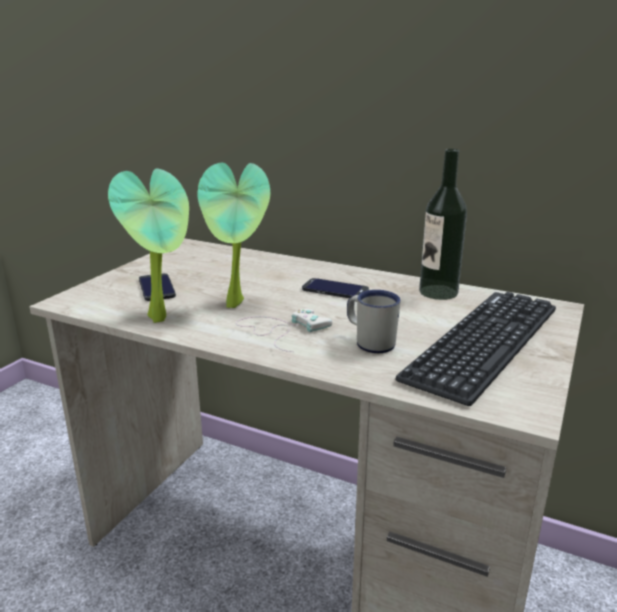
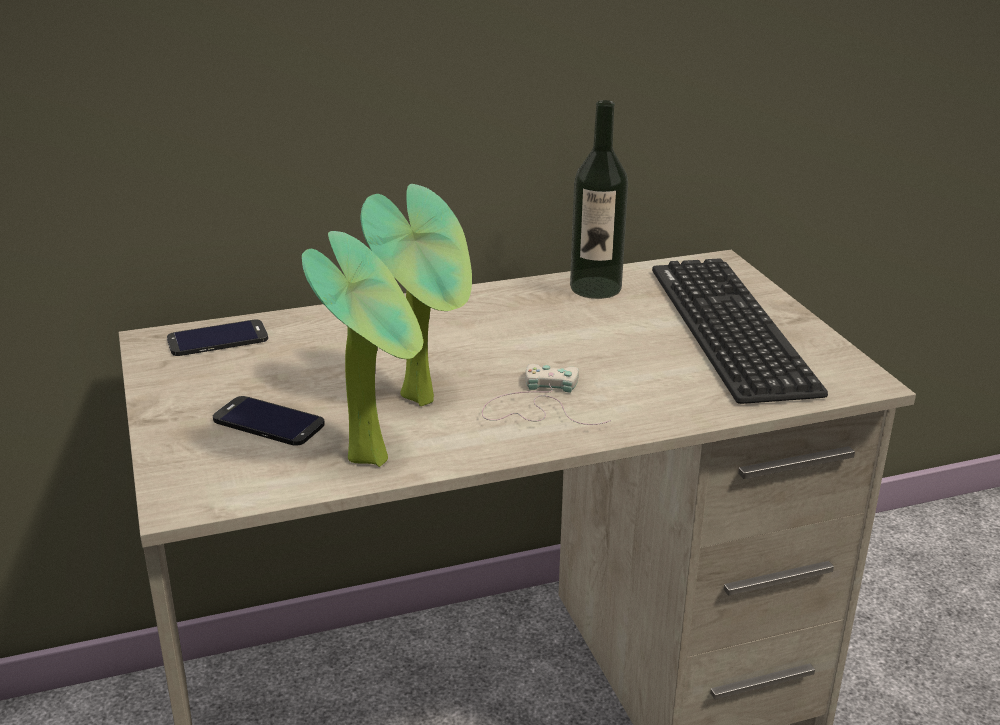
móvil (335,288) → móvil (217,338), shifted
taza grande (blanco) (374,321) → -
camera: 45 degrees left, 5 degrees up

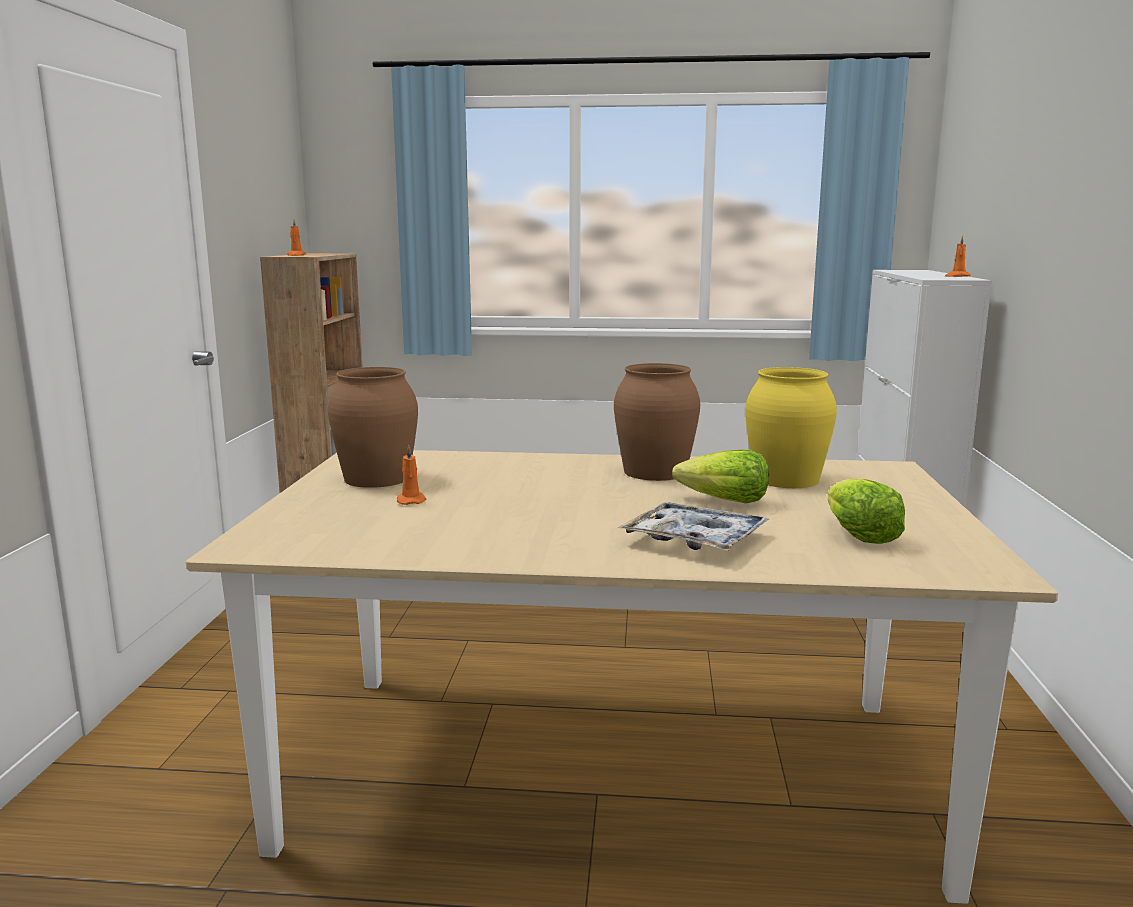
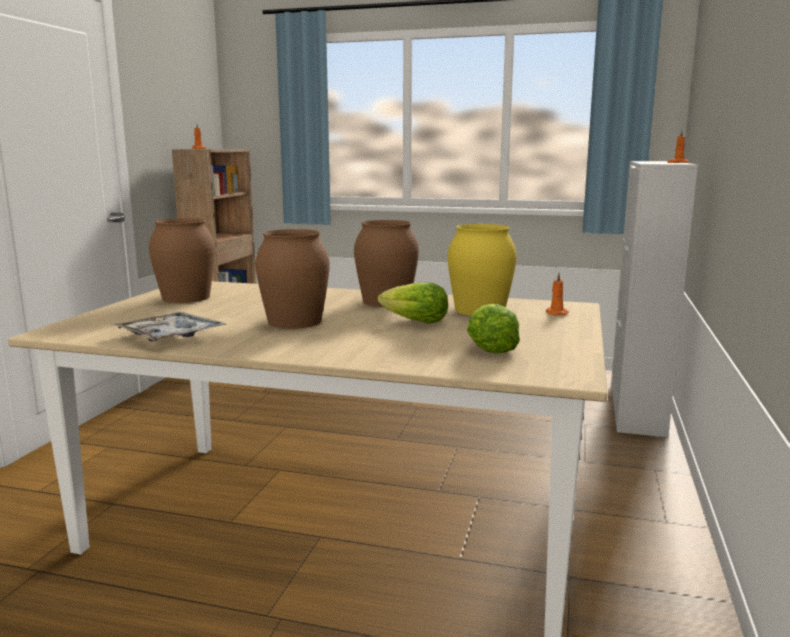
bandeja (693,526) → bandeja (170,326), shifted
- → florero (marrón) (292,279)
vela (naranja) (412,475) → vela (naranja) (557,294), shifted
camera: 10 degrees right, 0 degrees up

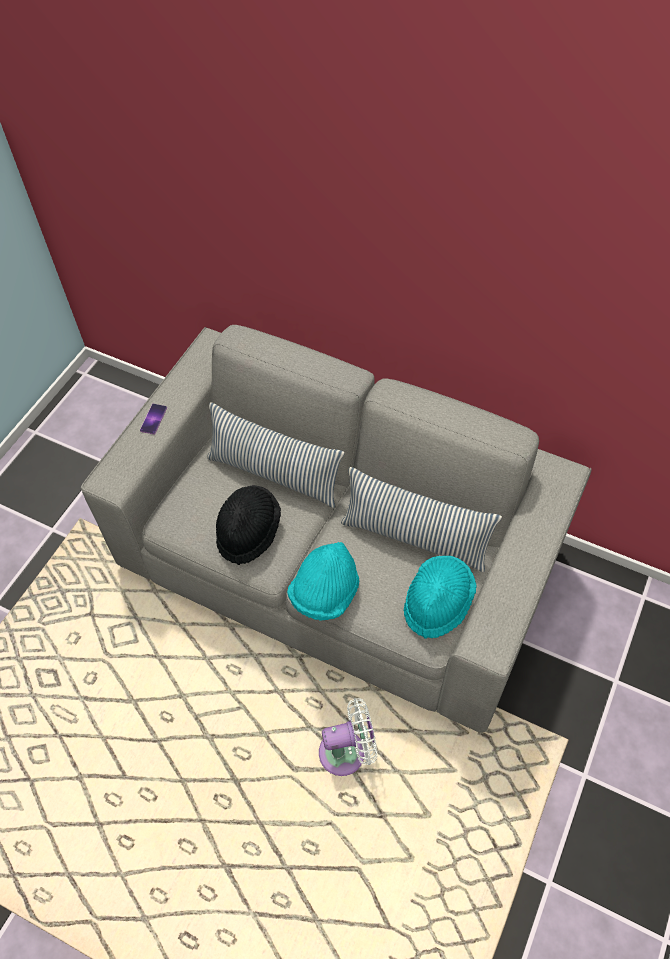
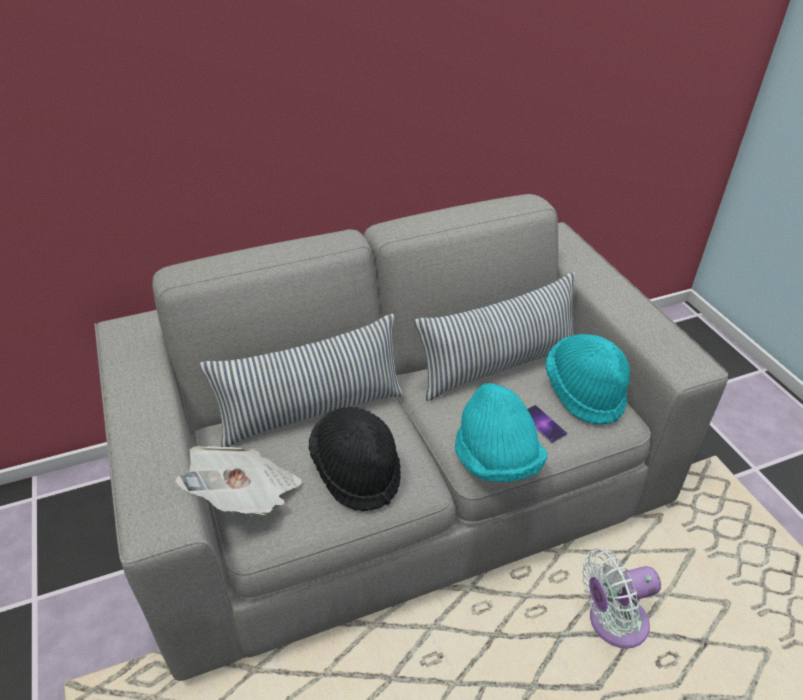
- → periódico (238,480)
móvil (153,419) → móvil (547,424), shifted
ventilador (blanco) (348,737) → ventilador (blanco) (621,598), 135 degrees counterclockwise
camera: 50 degrees left, 15 degrees down

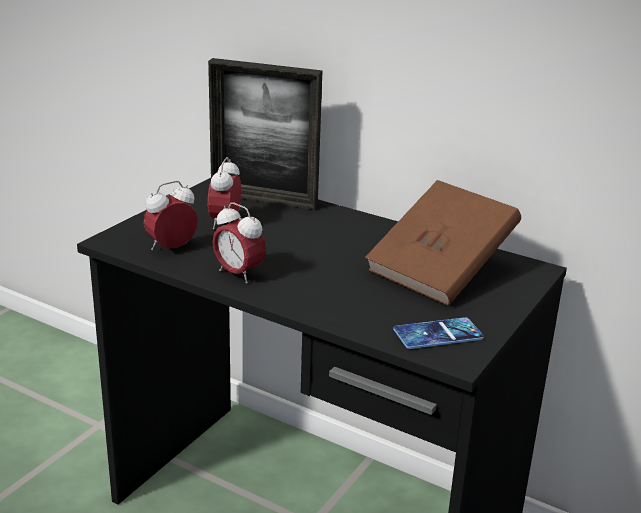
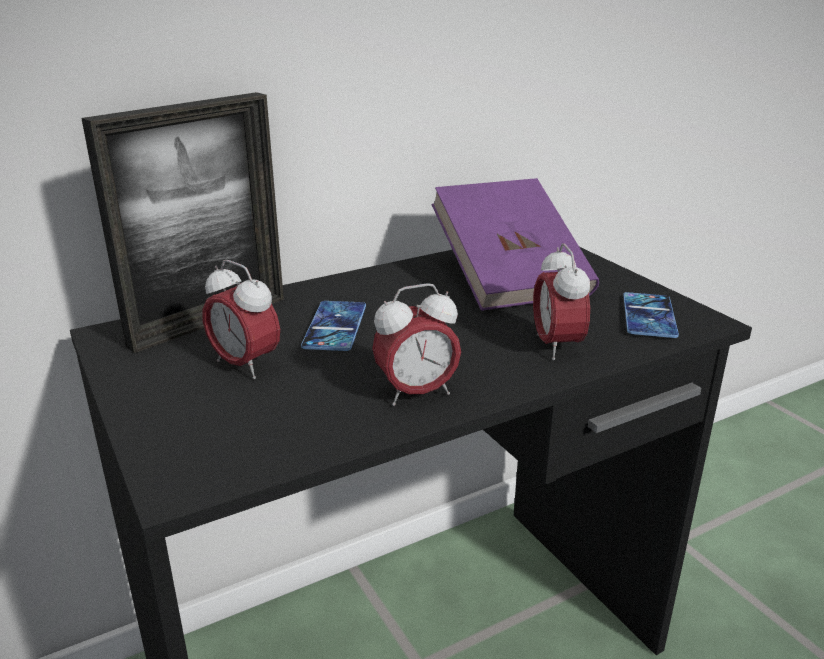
- → móvil (333,326)
libro (marrón) (443,243) → libro (morado) (515,244)
despertador (171,215) → despertador (561,301), shifted
camera: 60 degrees left, 0 degrees up

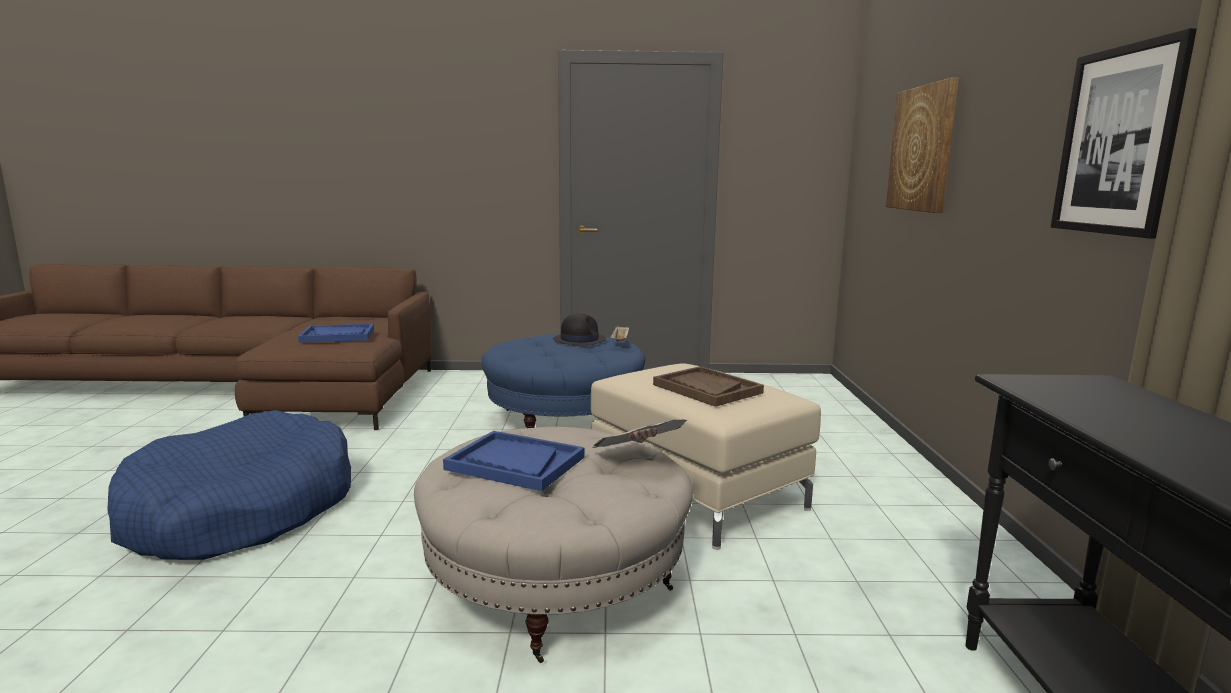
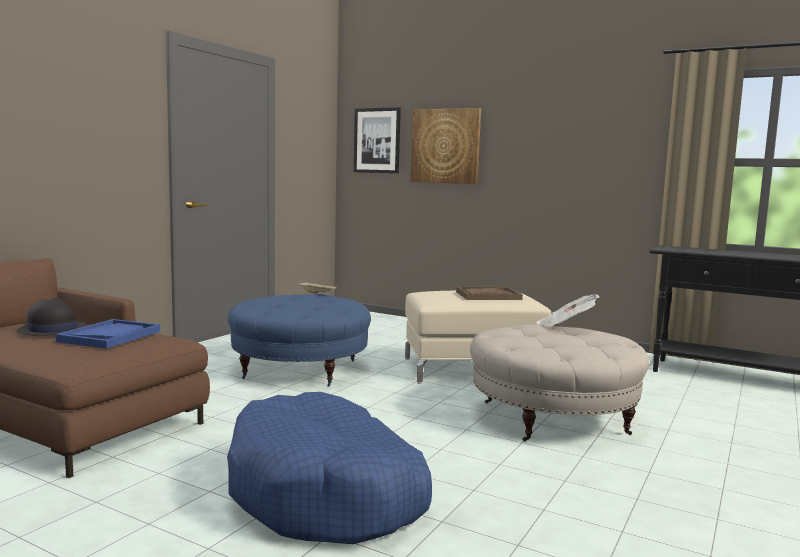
sombrero (negro) (579,330) → sombrero (negro) (52,317), shifted
cuadro (1124,133) → cuadro (377,140), shifted
bandeja (azul) (514,461) → -
camera: 60 degrees left, 5 degrees down

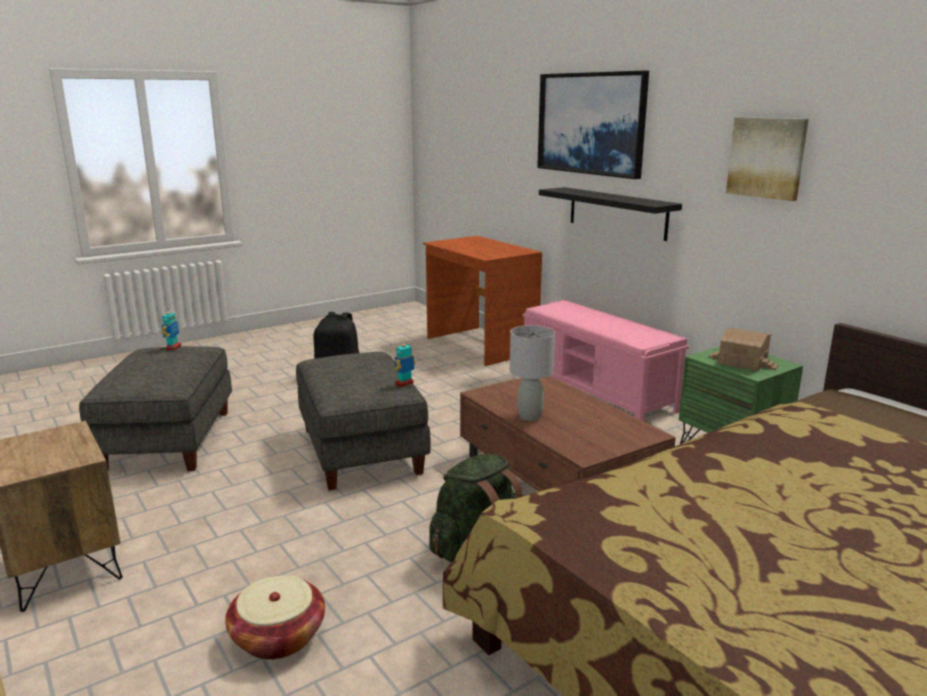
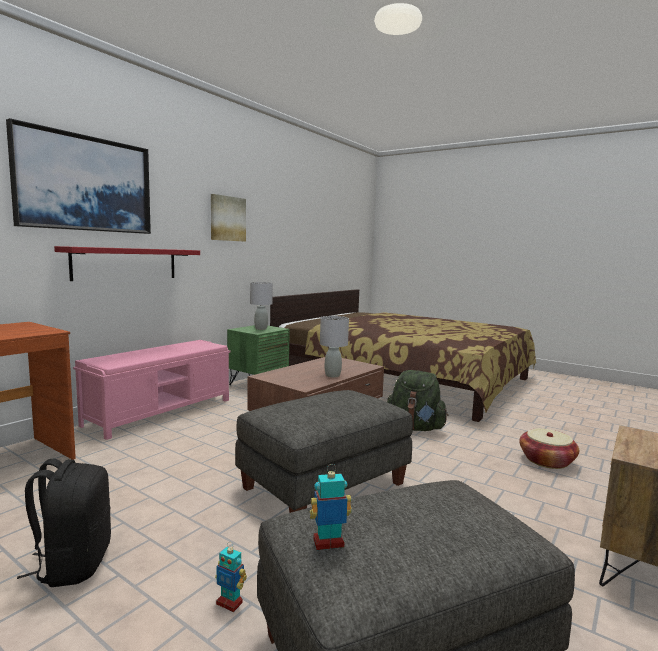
estante (negro) (610,214) → estante (rojo) (127,263)
robot de juguete (405,363) → robot de juguete (231,577), shifted
casita (743,349) → lámpara de mesa (gris) (261,306)
camera: 110 degrees left, 10 degrees down

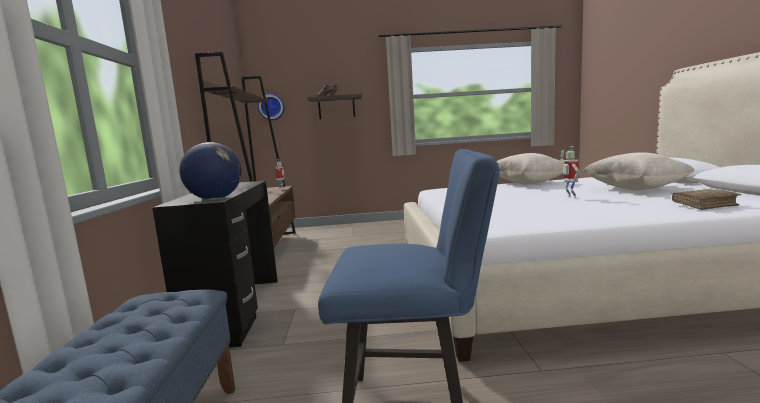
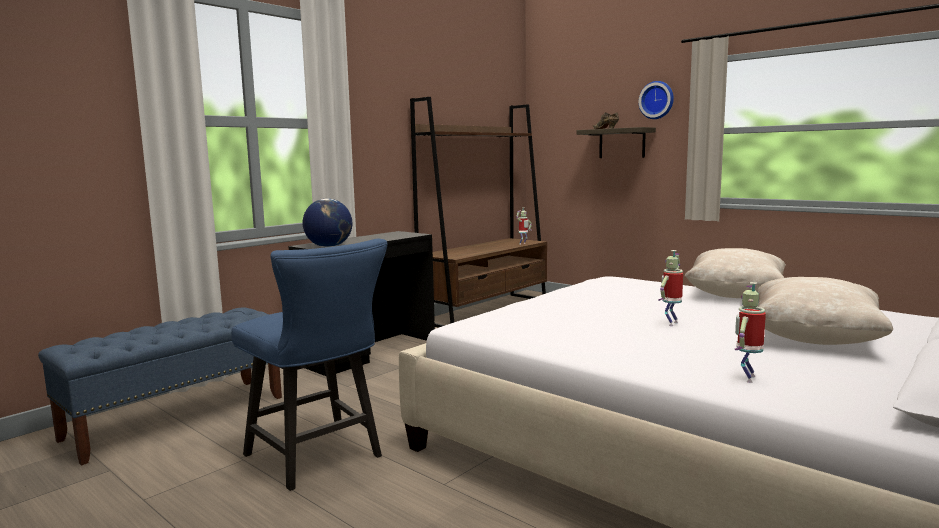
reloj de pared (271,107) → reloj de pared (656,100), shifted
libro (marrón) (706,199) → robot de juguete (750,332)
camera: 45 degrees right, 0 degrees up

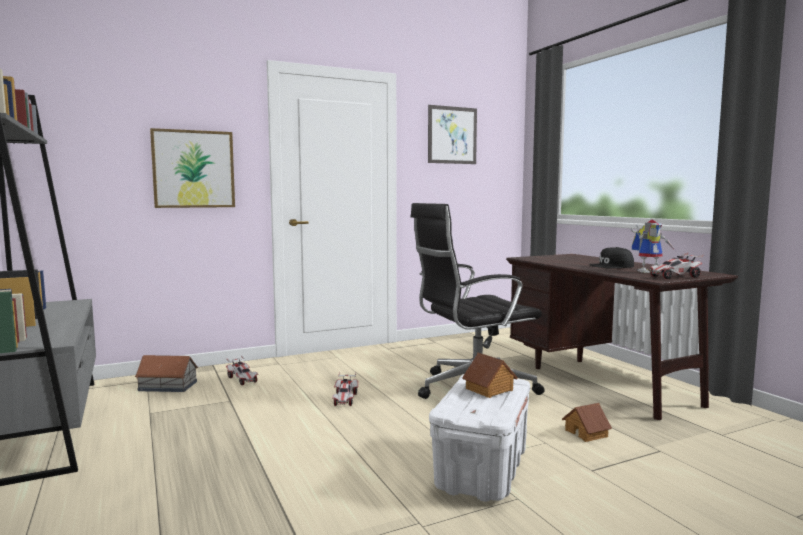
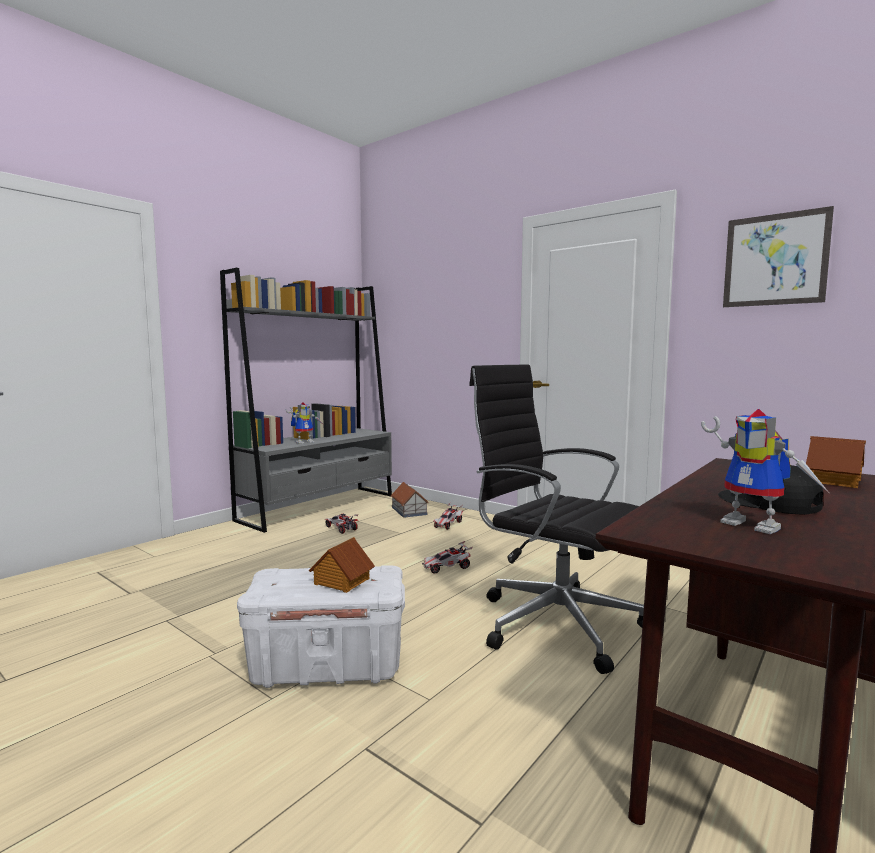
- → robot de juguete (305,423)
coche de juguete (676,266) → coche de juguete (342,524), shifted
casita (587,422) → casita (836,462), shifted
cuadro (192,168) → -
camera: 65 degrees right, 0 degrees up

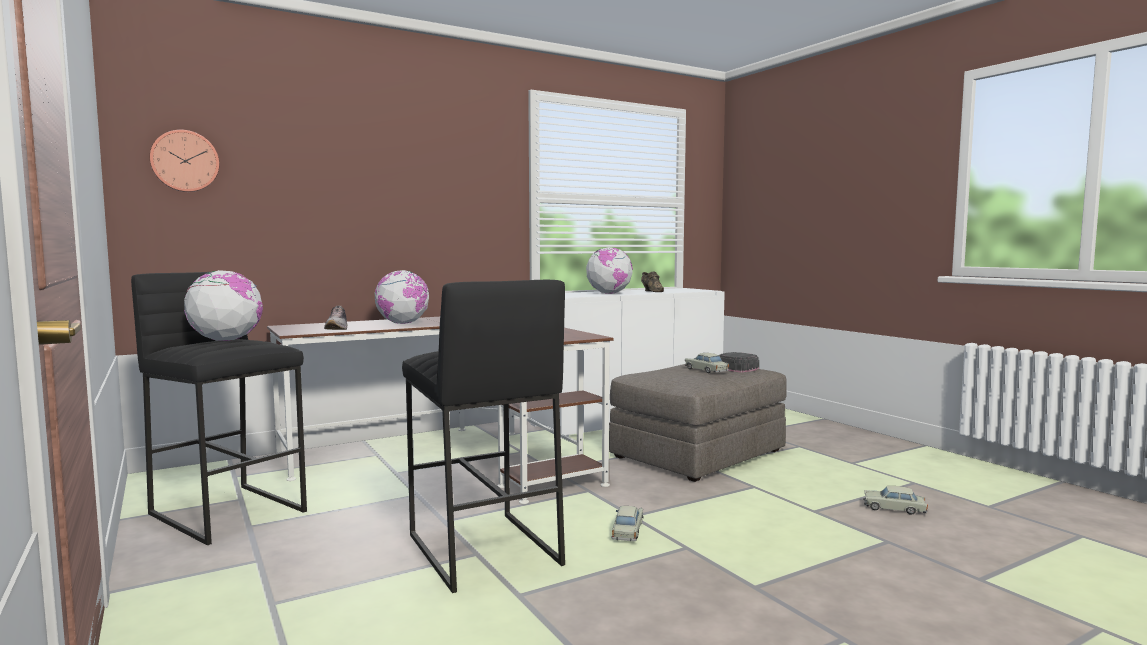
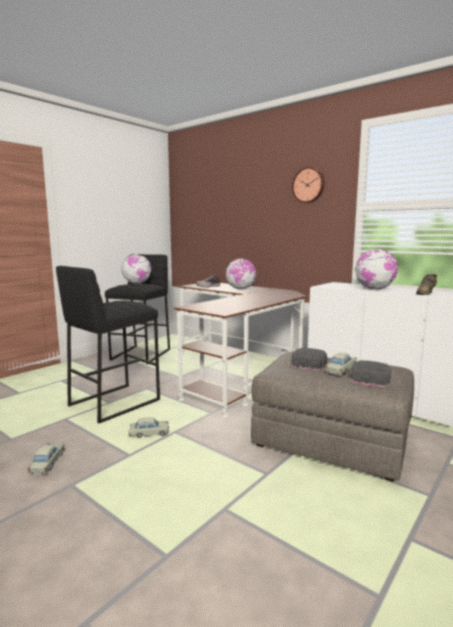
coche de juguete (beis) (896,500) → coche de juguete (beis) (46,459), shifted
- → gorra (negro) (309,359)
reloj de pared (184,161) → reloj de pared (308,185), shifted
camera: 70 degrees right, 5 degrees up

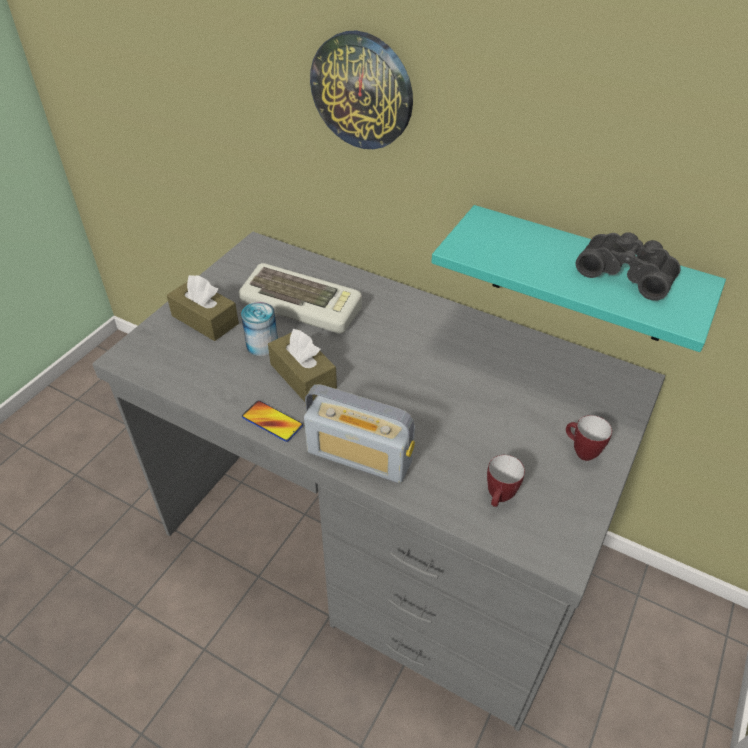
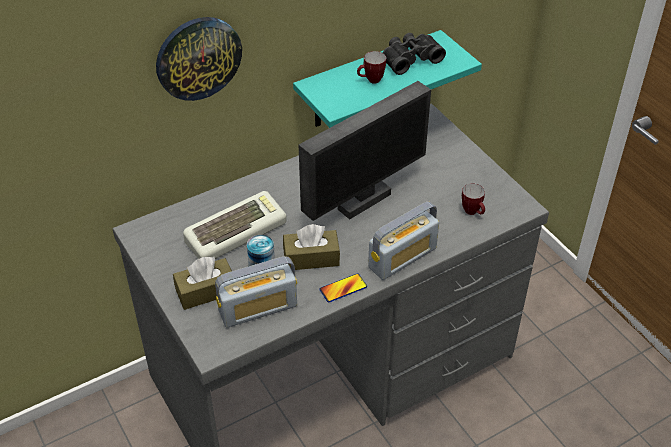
- → radio (256,292)
- → monitor (365,151)
taza grande (589,438) → taza grande (371,67), shifted
camera: 60 degrees left, 0 degrees up

